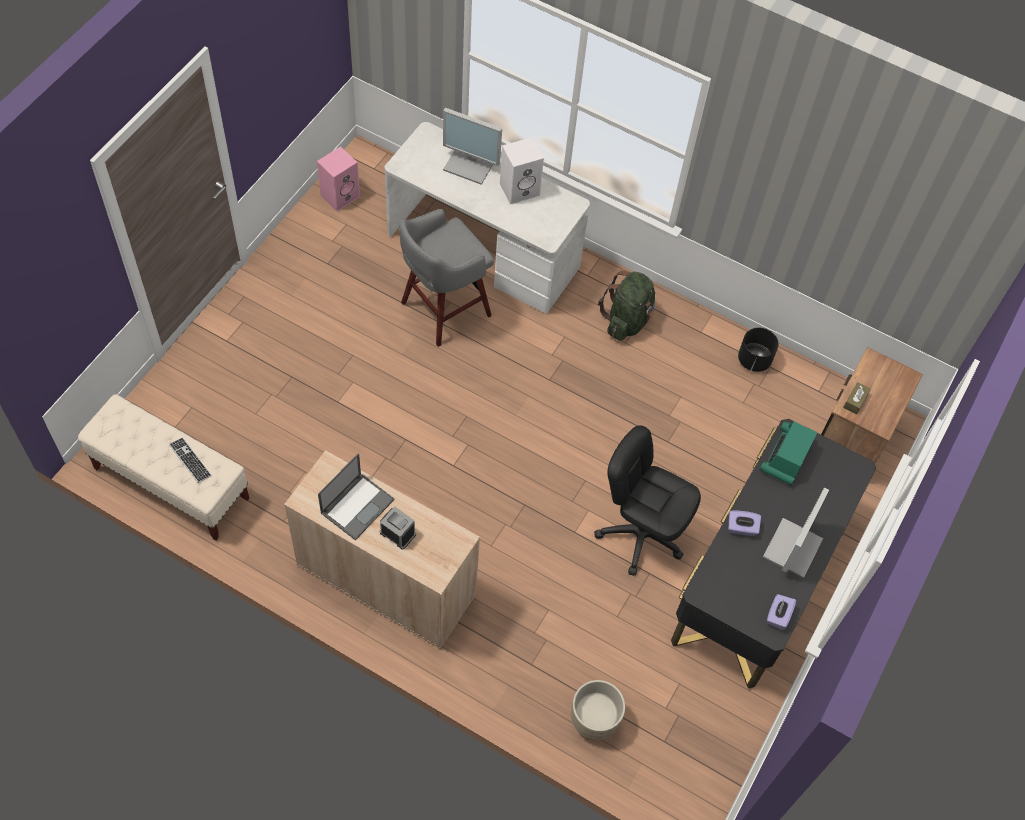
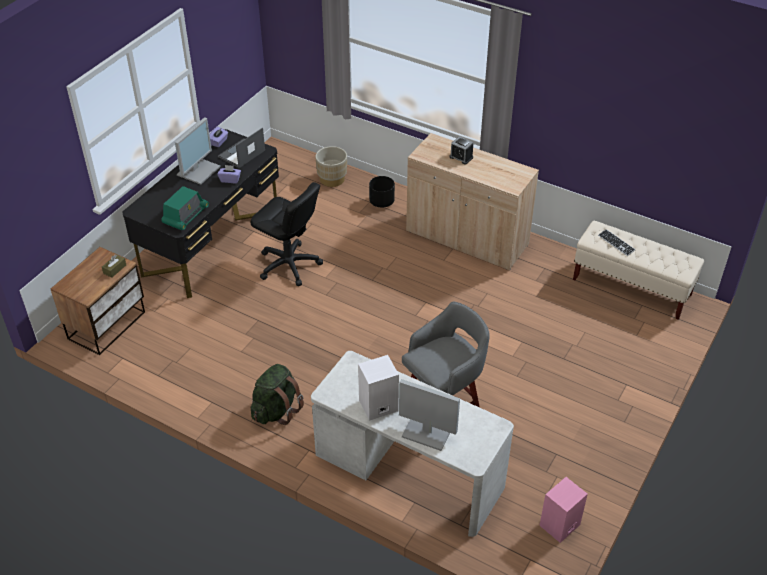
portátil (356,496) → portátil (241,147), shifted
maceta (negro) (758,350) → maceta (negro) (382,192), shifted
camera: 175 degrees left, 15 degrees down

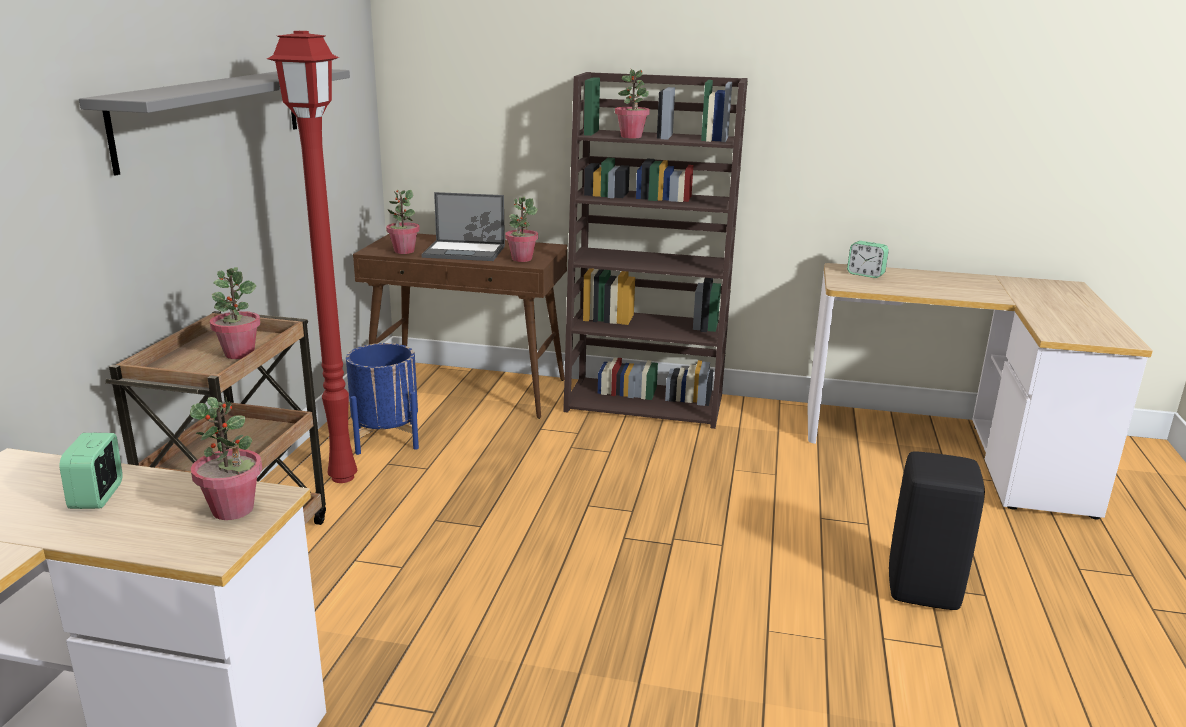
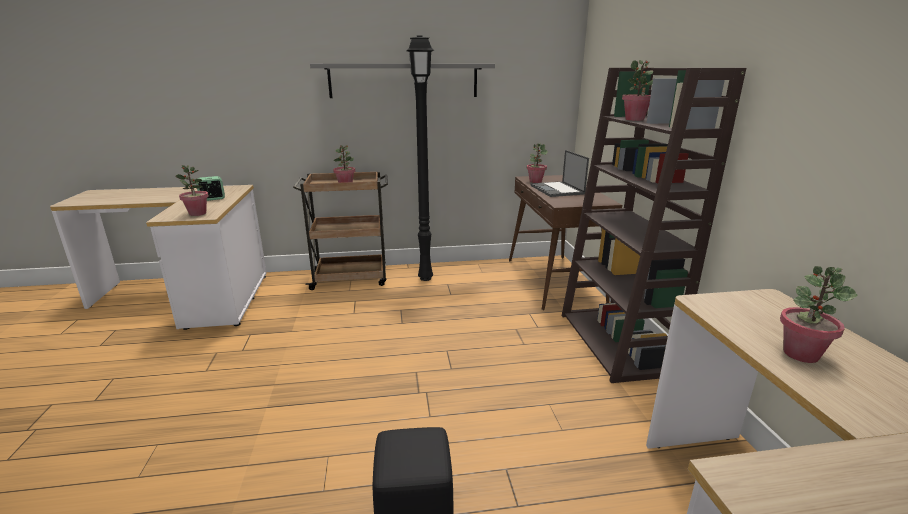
lámpara de pie (rojo) (312,257) → lámpara de pie (negro) (420,158)
planta en maceta (521,229) → planta en maceta (818,314), shifted
maceta (azul) (382,399) → -
despertador (868,259) → -
camera: 70 degrees right, 0 degrees up

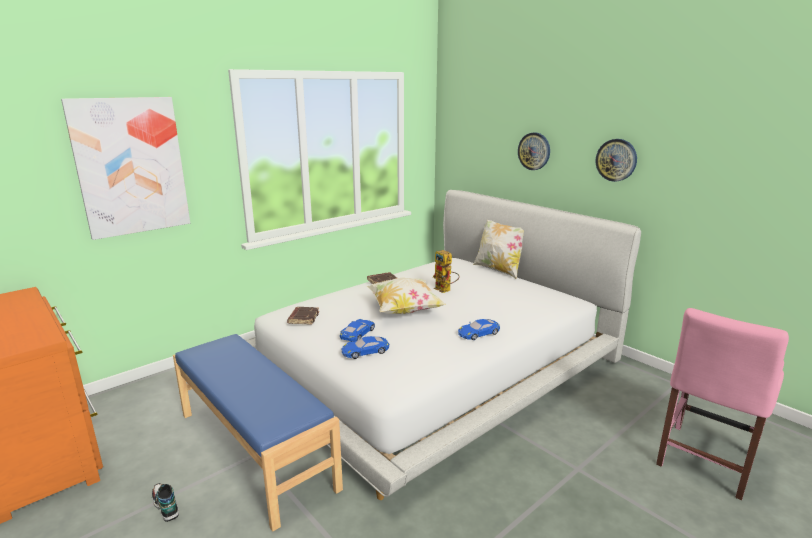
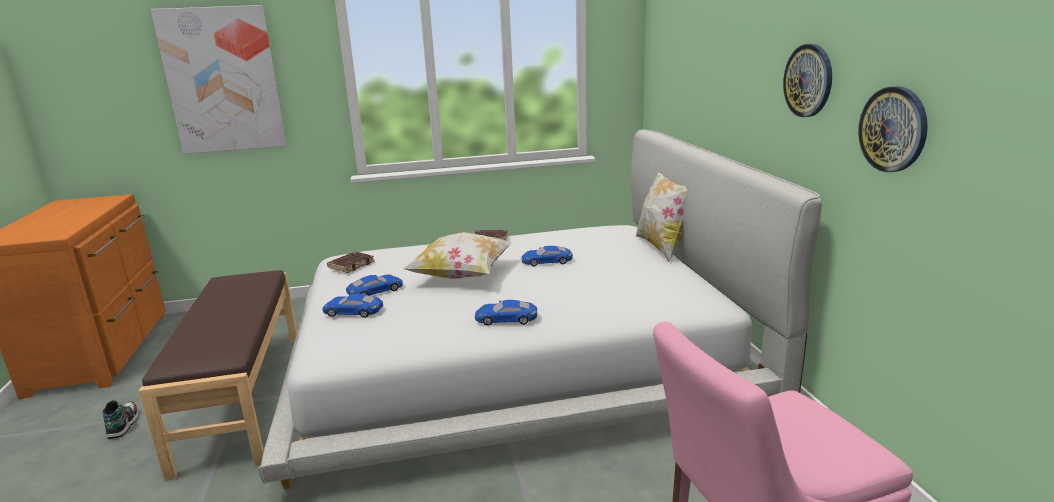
banco (azul) (258,433) → banco (marrón) (218,375)
robot de juguete (446,271) → coche de juguete (azul) (547,256)
reloj de pared (534,151) → reloj de pared (893,129), shifted
camera: 30 degrees right, 0 degrees up

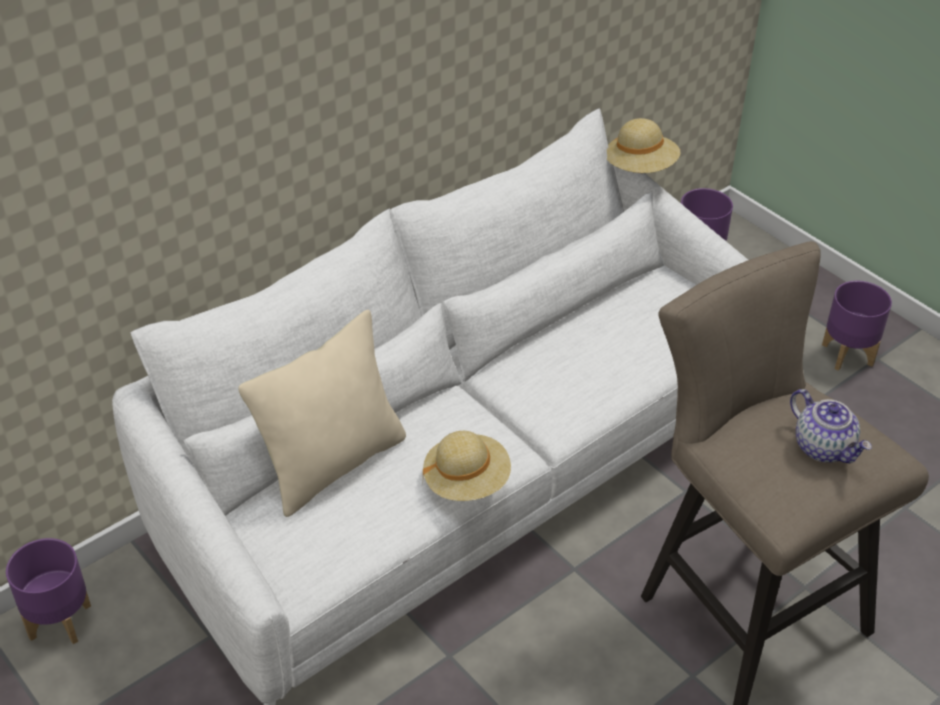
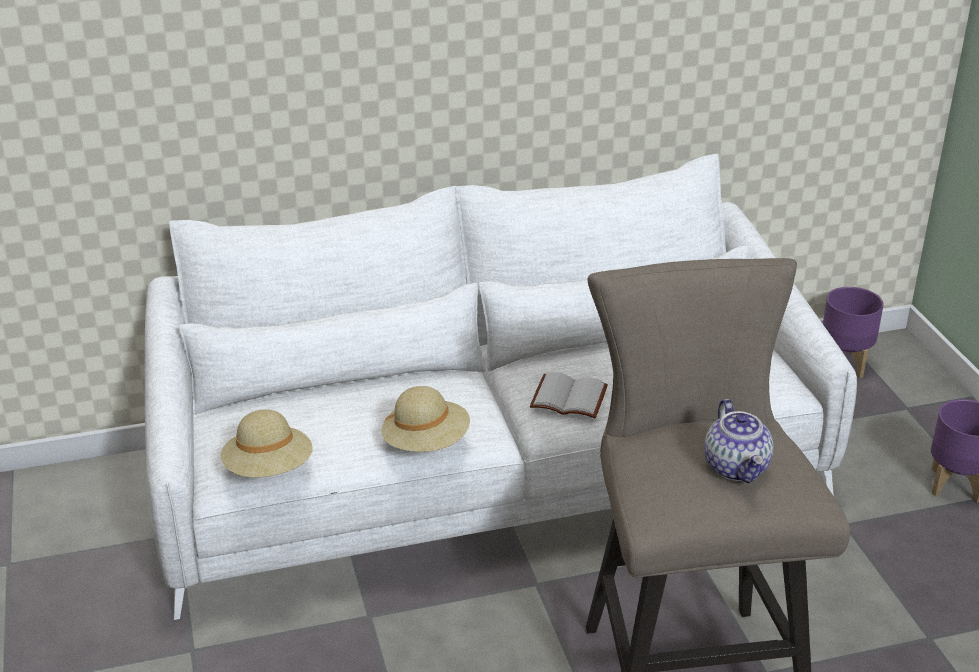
sombrero (beis) (643,145) → sombrero (beis) (267,443), shifted
- → libro (blanco) (569,395)
maceta (morado) (48,591) → -
cojín (beis) (322,413) → -
camera: 25 degrees right, 10 degrees down

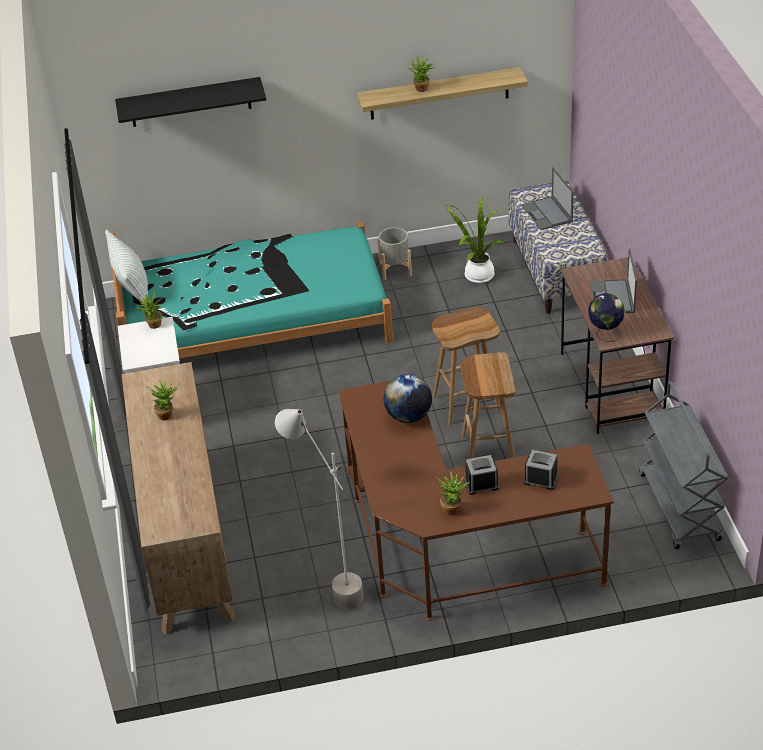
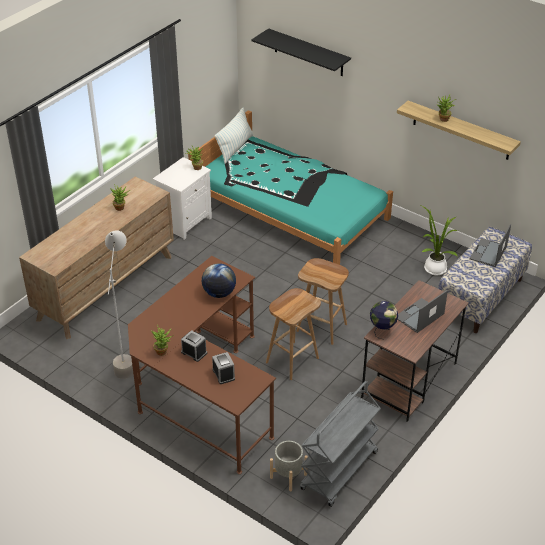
maceta (gris) (394,253) → maceta (gris) (289,466), shifted
camera: 45 degrees right, 0 degrees up

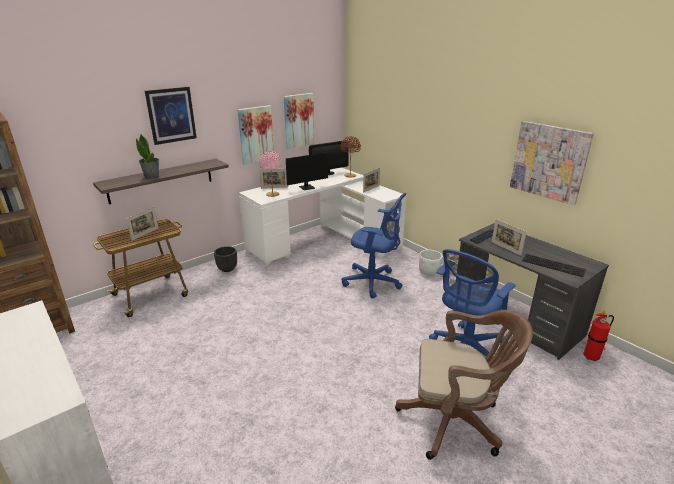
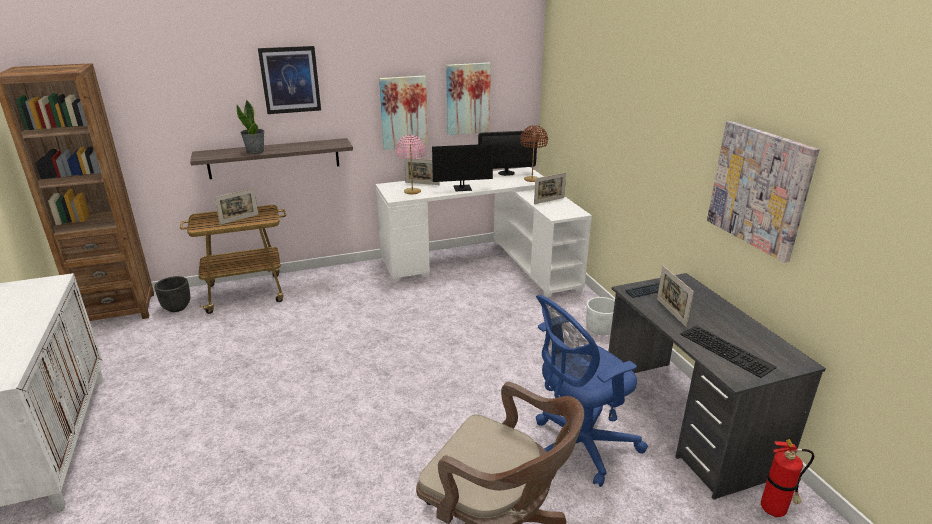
maceta (negro) (225,259) → maceta (negro) (172,294), shifted
silla de oficina (azul) (374,246) → -
camera: 20 degrees right, 0 degrees up

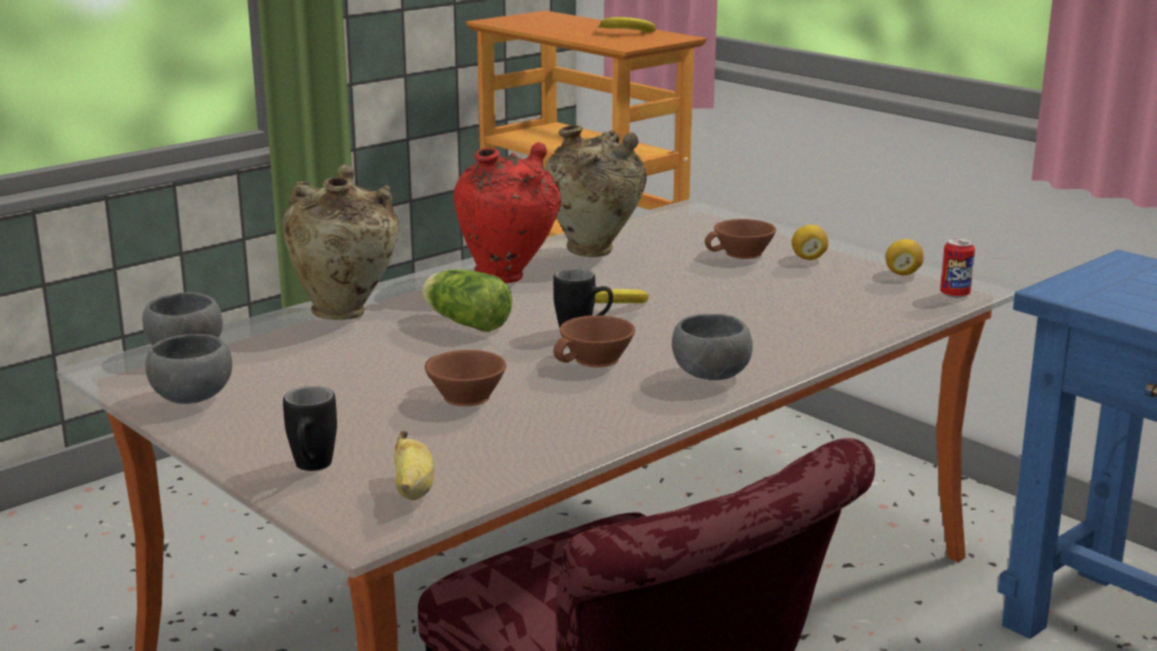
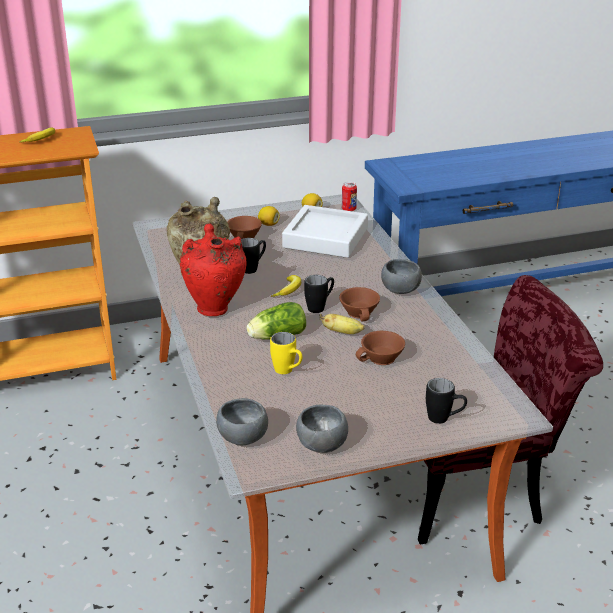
- → taza grande (negro) (253,256)
- → taza grande (amarillo) (286,353)
- → bandeja (gris) (325,231)
plátano (414,465) → plátano (342,324), shifted
florero (beis) (340,242) → -
camera: 65 degrees left, 10 degrees up

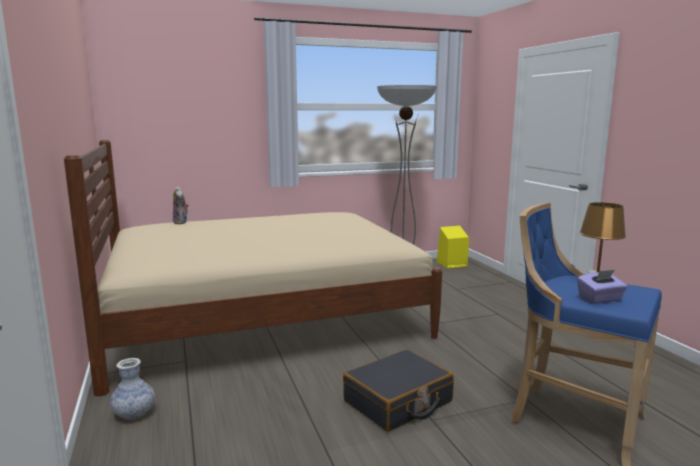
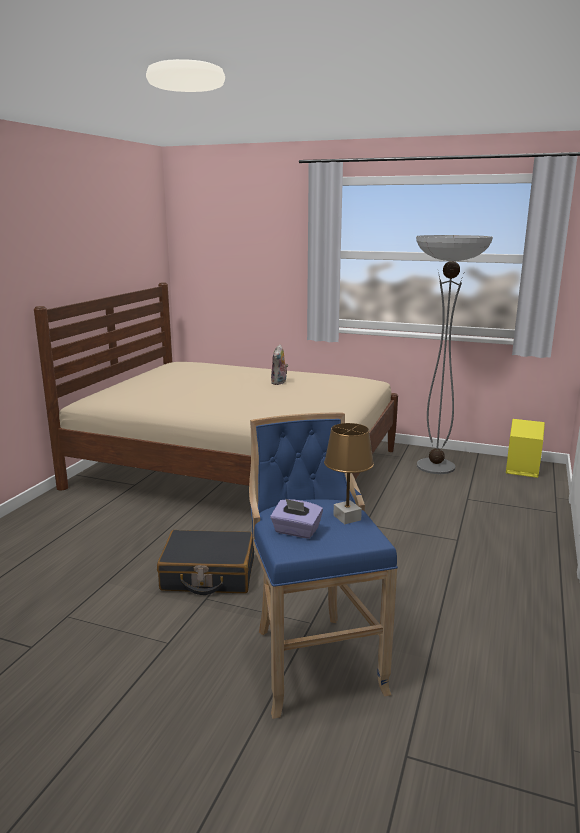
peluche (181,205) → peluche (279,364), shifted
florero (132,389) → -
camera: 40 degrees right, 5 degrees up

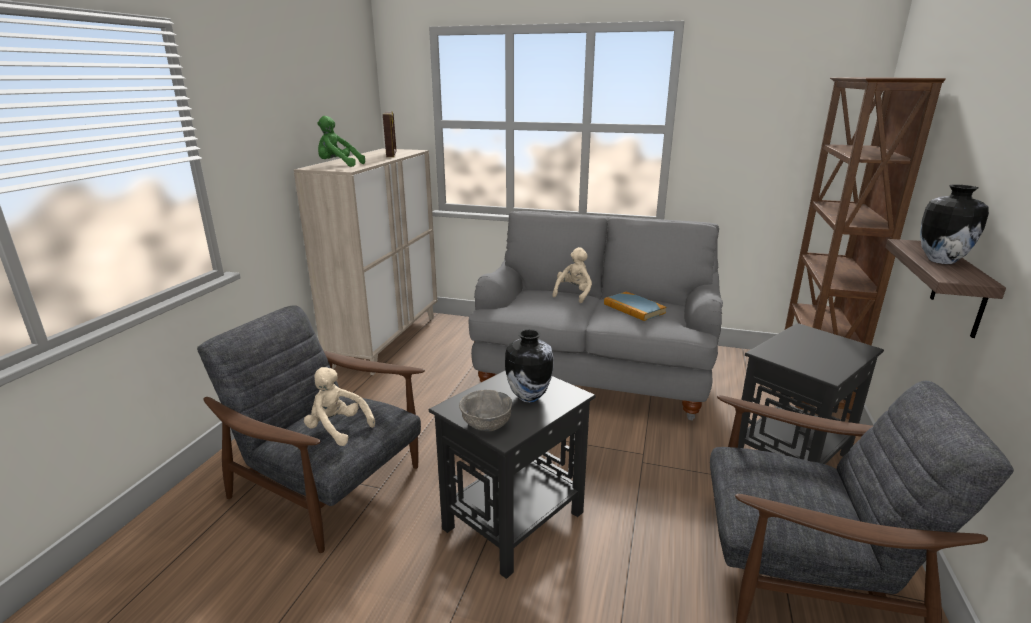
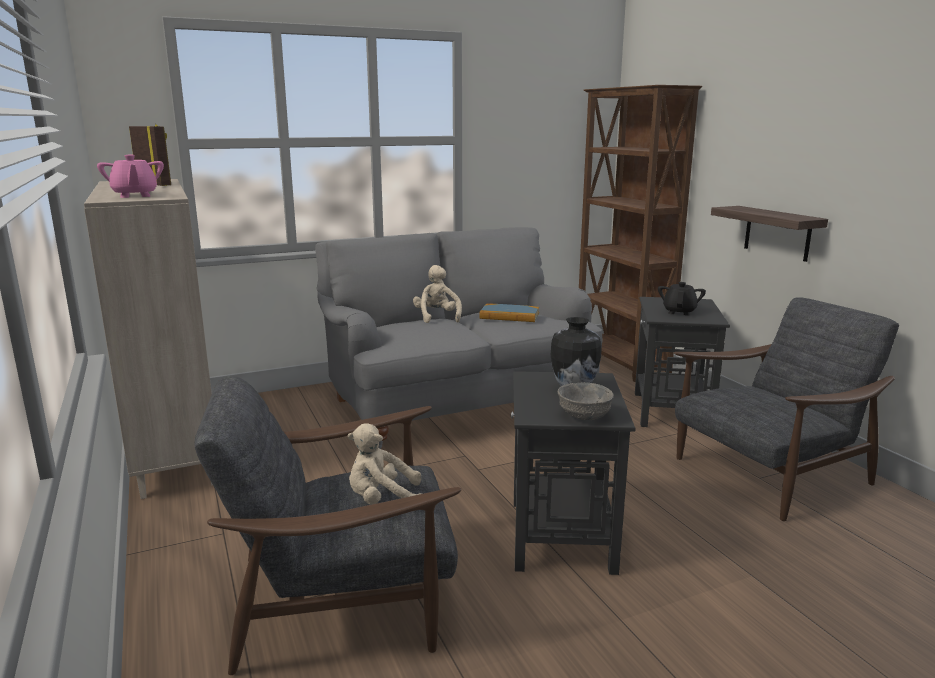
peluche (verde) (341,141) → tetera (rosa) (130,176)
- → tetera (negro) (682,299)
florero (954,224) → -
camera: 40 degrees left, 5 degrees down

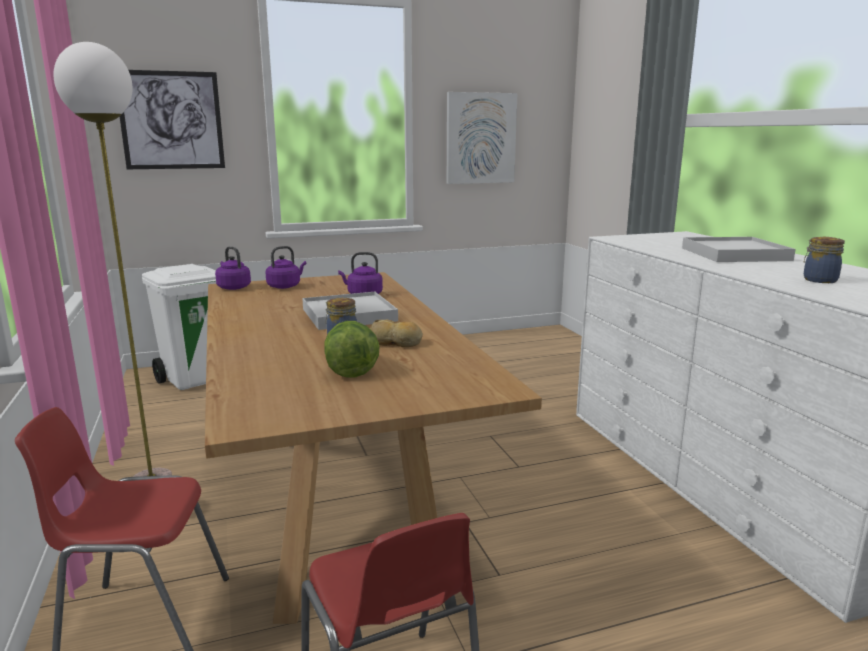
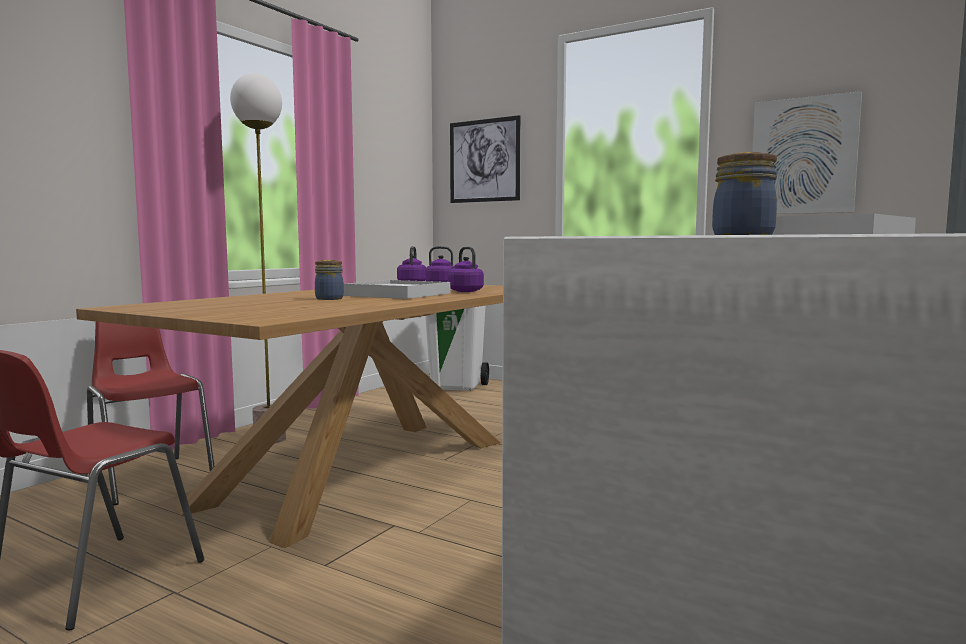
lechuga (352,349) → -
pan (396,333) → -
camera: 50 degrees right, 10 degrees down

